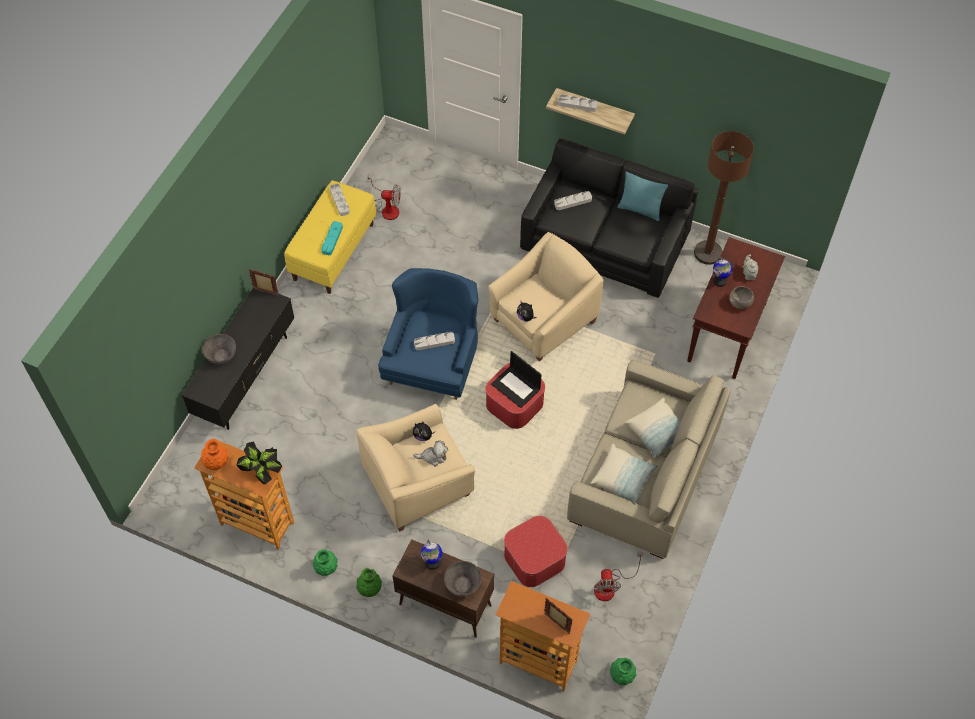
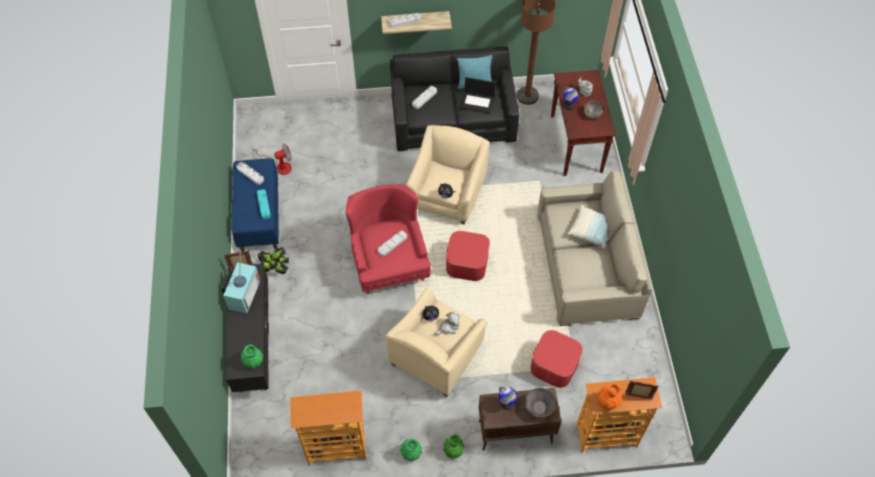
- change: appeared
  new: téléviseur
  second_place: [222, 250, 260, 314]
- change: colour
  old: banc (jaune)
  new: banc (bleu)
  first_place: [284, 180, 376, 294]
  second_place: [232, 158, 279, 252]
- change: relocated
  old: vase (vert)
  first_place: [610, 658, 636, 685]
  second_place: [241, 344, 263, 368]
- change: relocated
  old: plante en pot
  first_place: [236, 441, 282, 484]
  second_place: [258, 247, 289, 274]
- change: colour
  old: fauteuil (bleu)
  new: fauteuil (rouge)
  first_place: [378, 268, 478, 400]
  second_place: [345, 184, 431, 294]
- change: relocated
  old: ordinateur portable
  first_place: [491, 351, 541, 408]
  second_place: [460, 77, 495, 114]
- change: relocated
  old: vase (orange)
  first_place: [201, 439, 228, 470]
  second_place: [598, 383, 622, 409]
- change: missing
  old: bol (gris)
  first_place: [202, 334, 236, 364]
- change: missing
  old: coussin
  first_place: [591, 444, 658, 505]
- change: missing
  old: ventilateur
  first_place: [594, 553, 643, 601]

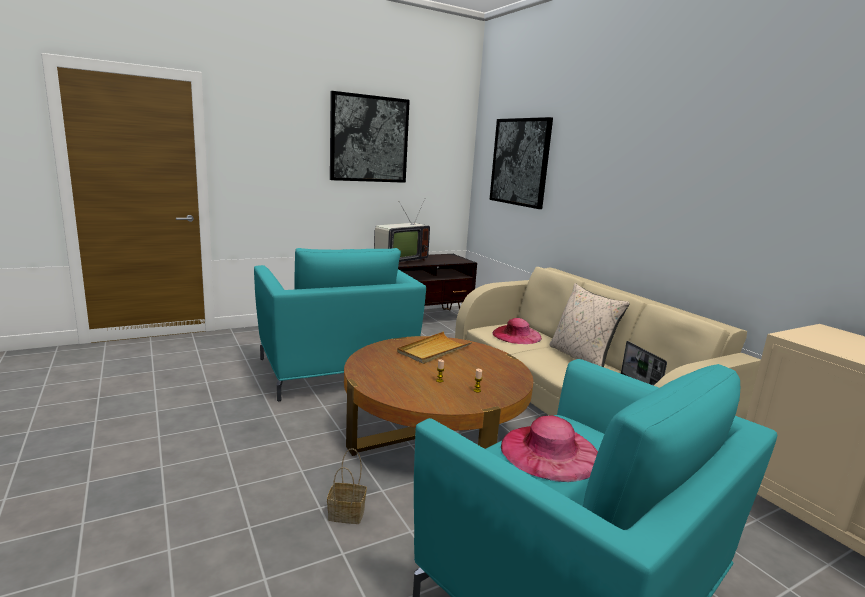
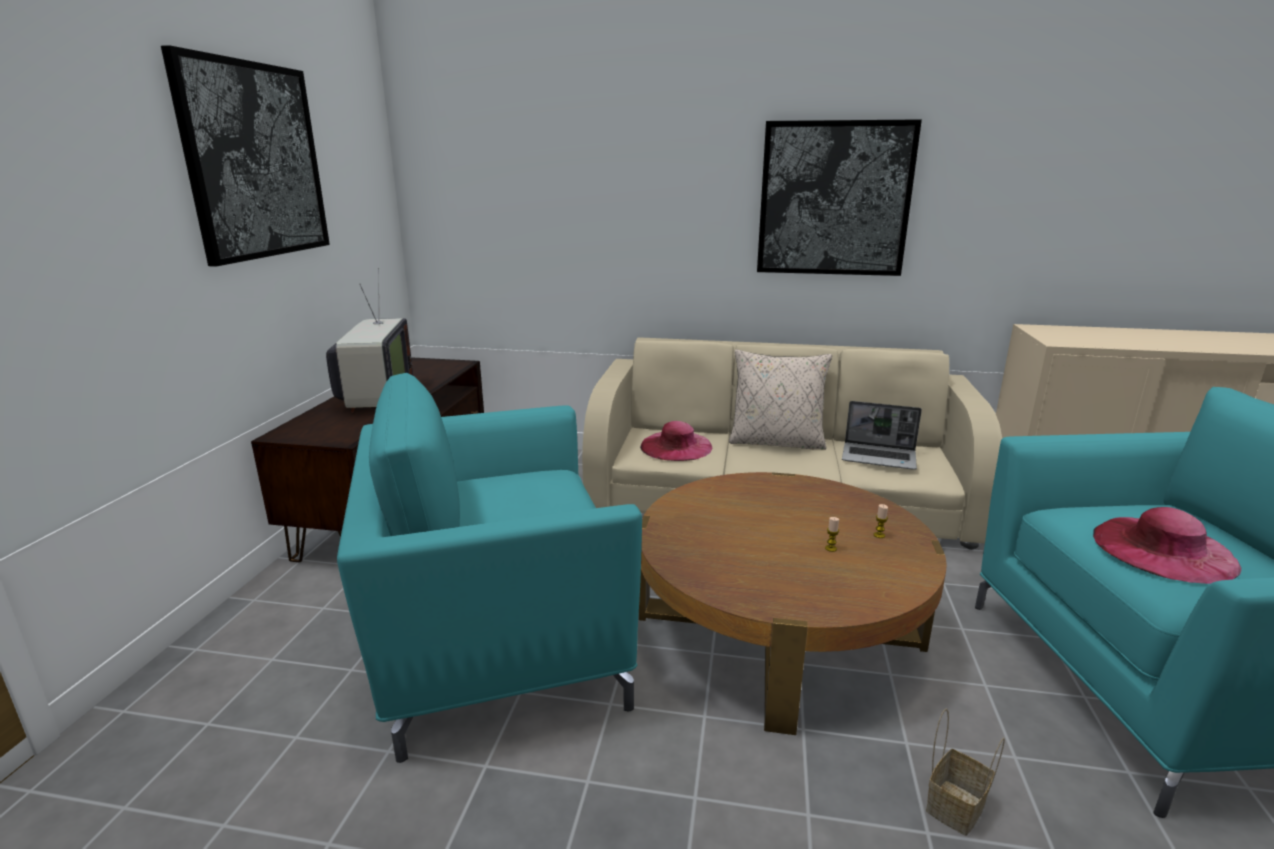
- change: spun
  old: fauteuil (turquoise)
  first_place: [254, 248, 426, 401]
  second_place: [337, 373, 642, 763]
  degrees: 150
- change: relocated
  old: tableau
  first_place: [489, 117, 553, 209]
  second_place: [757, 119, 922, 276]
- change: missing
  old: plateau (beige)
  first_place: [397, 332, 472, 364]

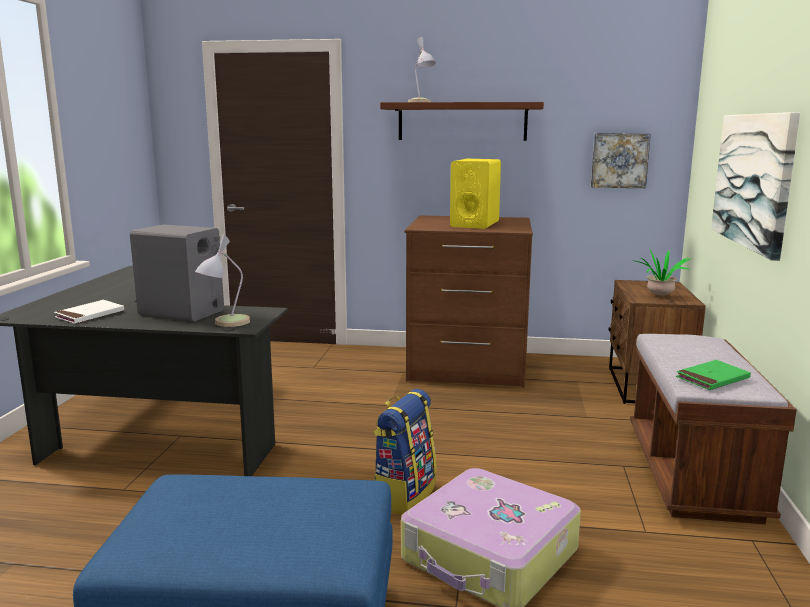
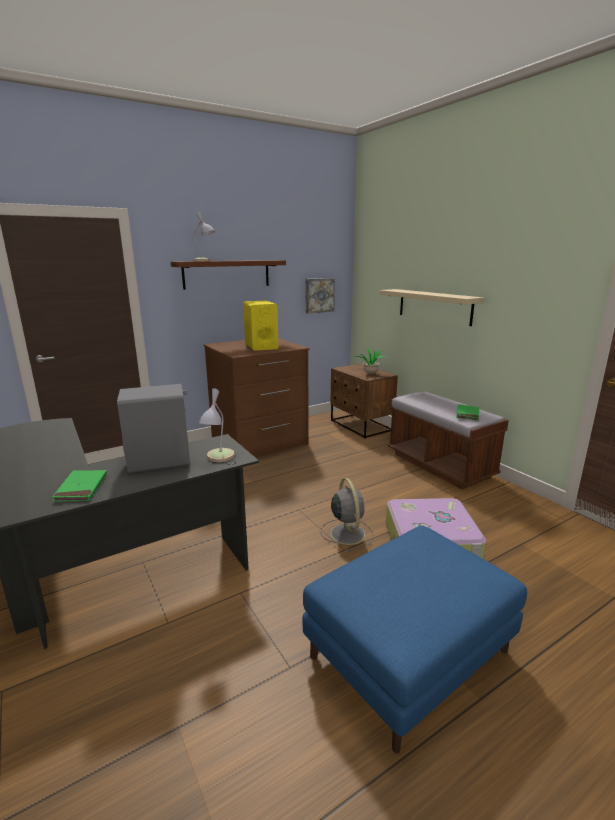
- change: colour
  old: livre (blanc)
  new: livre (vert)
  first_place: [54, 300, 124, 324]
  second_place: [52, 470, 107, 502]
- change: exchanged
  old: sac à dos
  new: ventilateur (gris)
  first_place: [373, 389, 437, 515]
  second_place: [321, 478, 373, 552]
- change: exchanged
  old: tableau
  new: étagère (beige)
  first_place: [711, 112, 800, 261]
  second_place: [379, 289, 484, 326]

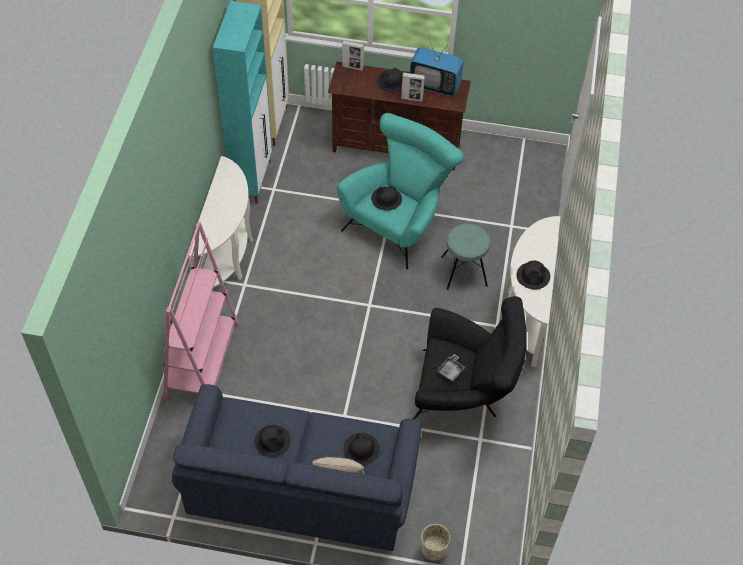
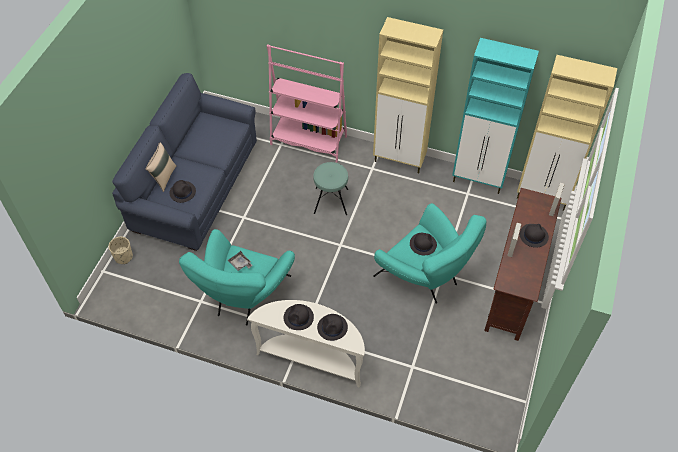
- change: colour
  old: fauteuil (noir)
  new: fauteuil (turquoise)
  first_place: [413, 296, 527, 420]
  second_place: [179, 229, 295, 326]
- change: relocated
  old: tabouret (turquoise)
  first_place: [441, 224, 490, 290]
  second_place: [313, 162, 348, 215]
- change: relocated
  old: chapeau (noir)
  first_place: [254, 425, 291, 457]
  second_place: [317, 314, 348, 341]
- change: exchanged
  old: table console (blanc)
  new: meuble de rangement (beige)
  first_place: [189, 156, 253, 288]
  second_place: [373, 17, 443, 173]
- change: missing
  old: téléviseur
  first_place: [410, 38, 464, 97]

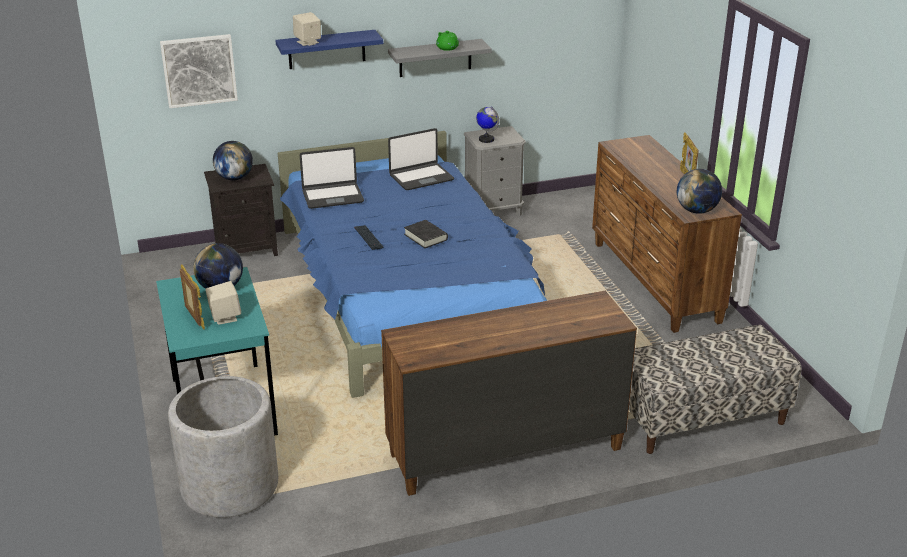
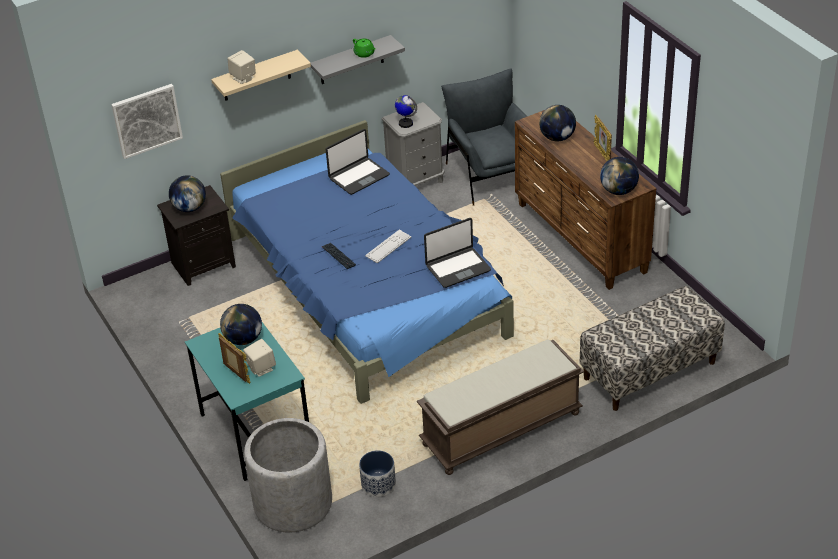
- change: colour
  old: étagère (bleu)
  new: étagère (beige)
  first_place: [275, 30, 383, 69]
  second_place: [211, 50, 311, 101]
- change: appeared
  new: cache-pot
  second_place: [359, 450, 396, 497]
- change: exchanged
  old: livre (noir)
  new: clavier
  first_place: [404, 220, 448, 248]
  second_place: [365, 230, 412, 263]
- change: exchanged
  old: commode (marron)
  new: banc (marron)
  first_place: [381, 291, 637, 496]
  second_place: [417, 339, 584, 475]
- change: relocated
  old: ordinateur portable
  first_place: [300, 147, 364, 209]
  second_place: [424, 218, 491, 288]
- change: appeared
  new: fauteuil (gris)
  second_place: [441, 69, 527, 206]
- change: appeared
  new: globe
  second_place: [539, 105, 576, 141]

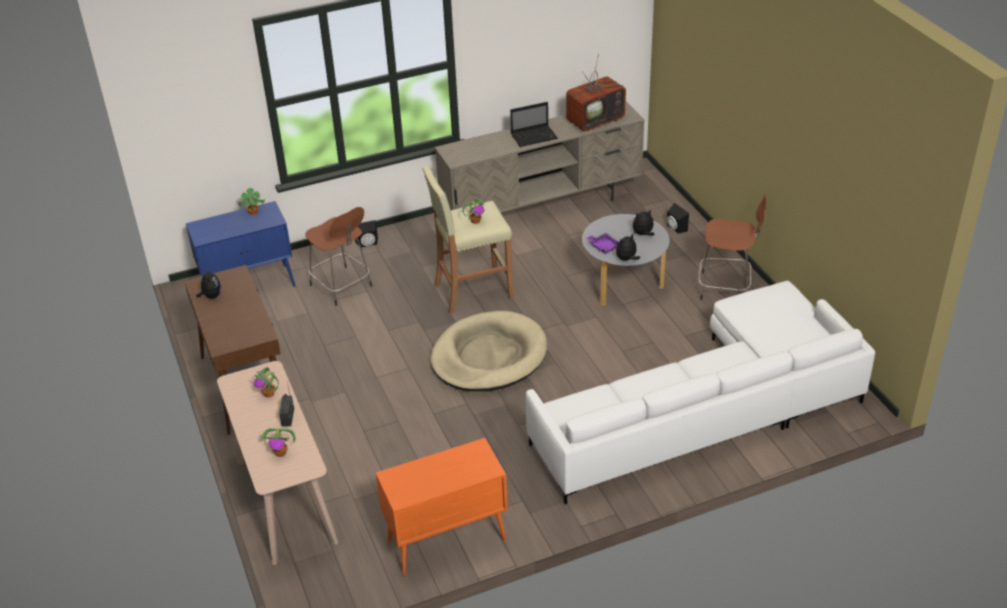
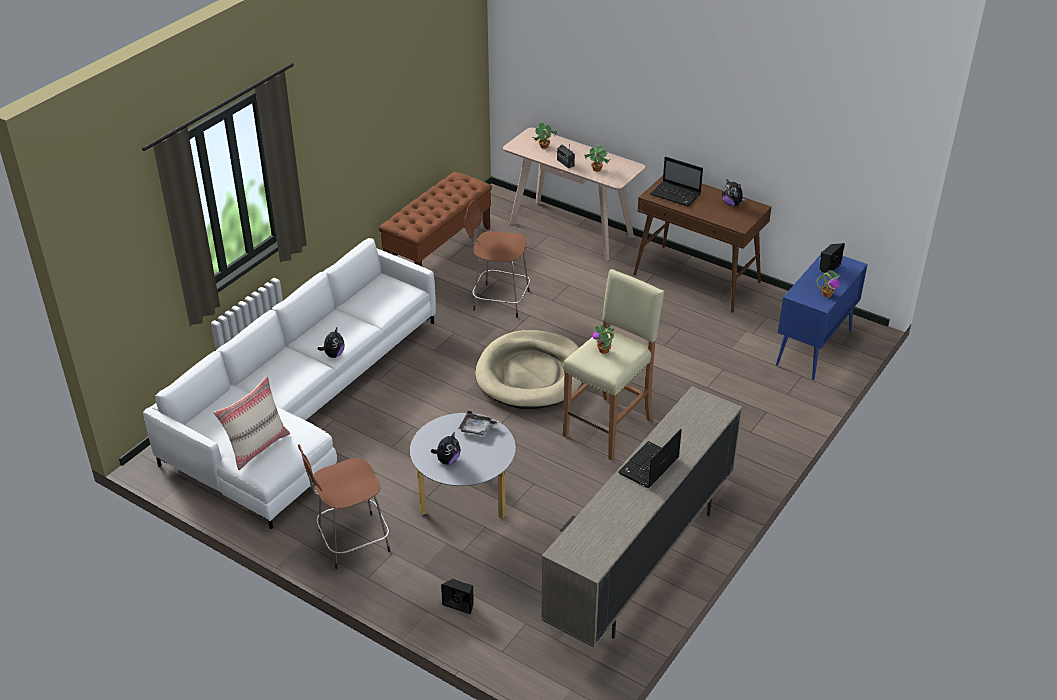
- change: appeared
  new: coussin (beige)
  second_place: [213, 376, 290, 470]
- change: relocated
  old: peluche
  first_place: [616, 233, 640, 261]
  second_place: [318, 328, 344, 358]
- change: exchanged
  old: meuble de rangement (orange)
  new: banc (marron)
  first_place: [376, 438, 508, 577]
  second_place: [379, 172, 492, 266]
- change: colour
  old: plateau (violet)
  new: plateau (gris)
  first_place: [587, 233, 619, 254]
  second_place: [458, 411, 500, 436]
- change: relocated
  old: tabouret (marron)
  first_place: [305, 207, 372, 306]
  second_place: [464, 200, 530, 318]
- change: appeared
  new: ordinateur portable
  second_place: [650, 157, 703, 207]
- change: relocated
  old: enceinte (noir)
  first_place: [355, 220, 378, 248]
  second_place: [820, 243, 845, 274]
- change: missing
  old: téléviseur
  first_place: [566, 53, 626, 132]

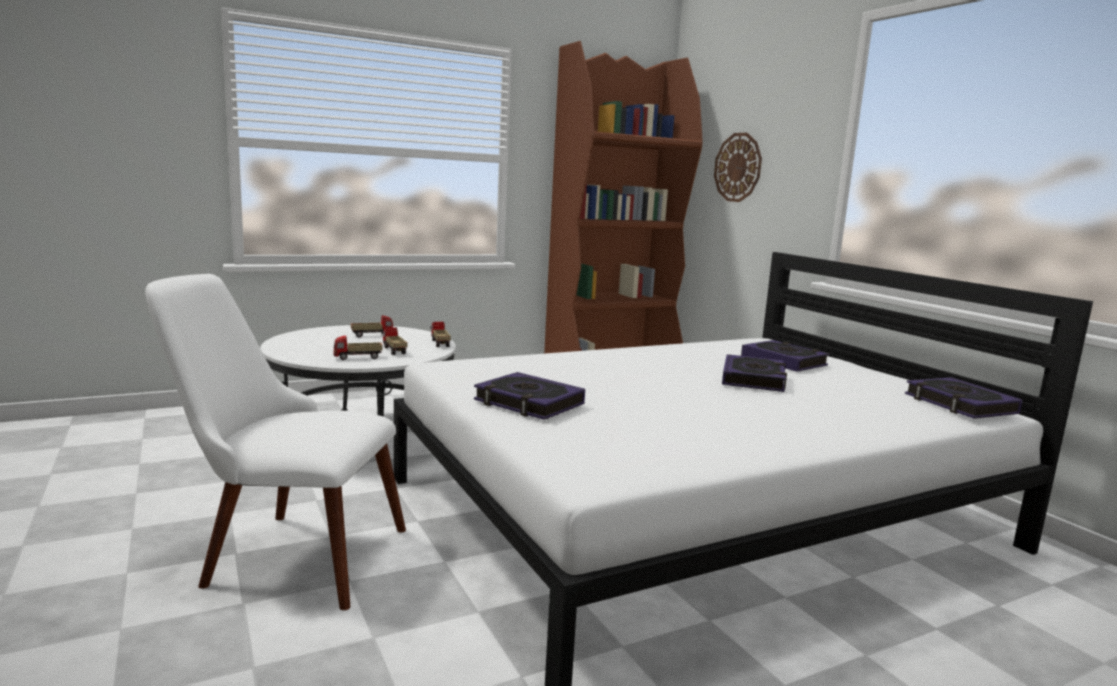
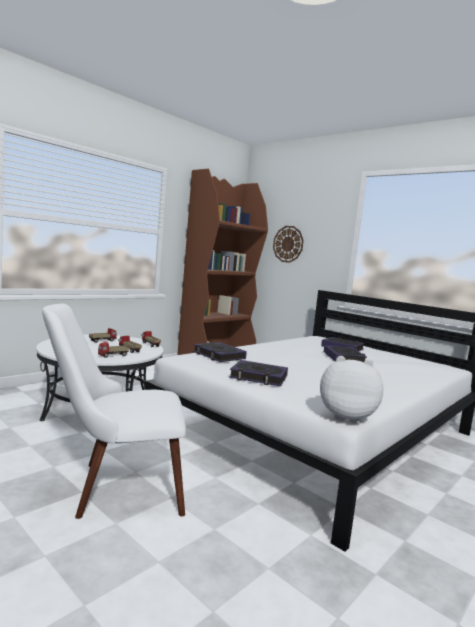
- change: relocated
  old: livre
  first_place: [905, 377, 1022, 419]
  second_place: [193, 342, 247, 362]
- change: appeared
  new: peluche
  second_place: [320, 356, 383, 424]

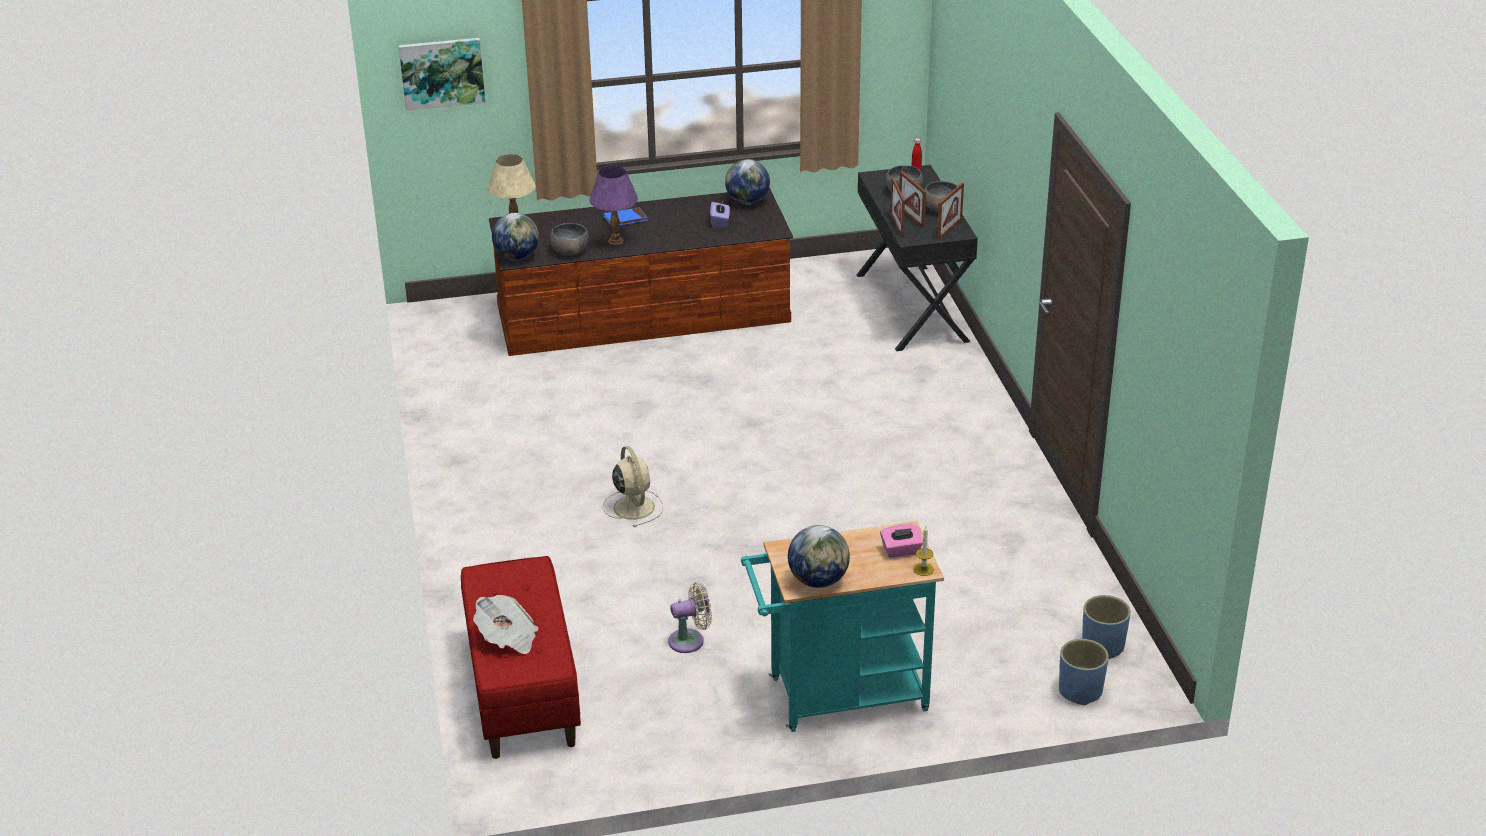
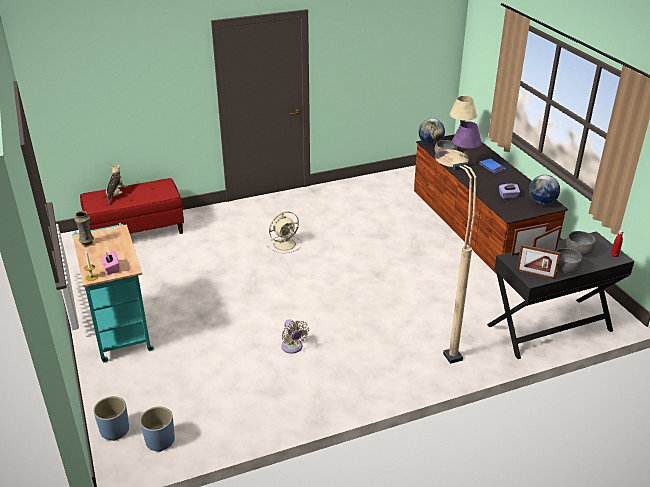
- change: exchanged
  old: globe
  new: vase
  first_place: [788, 525, 850, 588]
  second_place: [74, 211, 94, 246]
- change: exchanged
  old: journal
  new: peluche
  first_place: [473, 595, 538, 654]
  second_place: [106, 164, 127, 205]
- change: relocated
  old: ventilateur (beige)
  first_place: [668, 582, 712, 653]
  second_place: [281, 320, 309, 354]
- change: appeared
  new: lampadaire (beige)
  second_place: [435, 149, 477, 364]
- change: missing
  old: tableau
  first_place: [399, 38, 485, 111]

